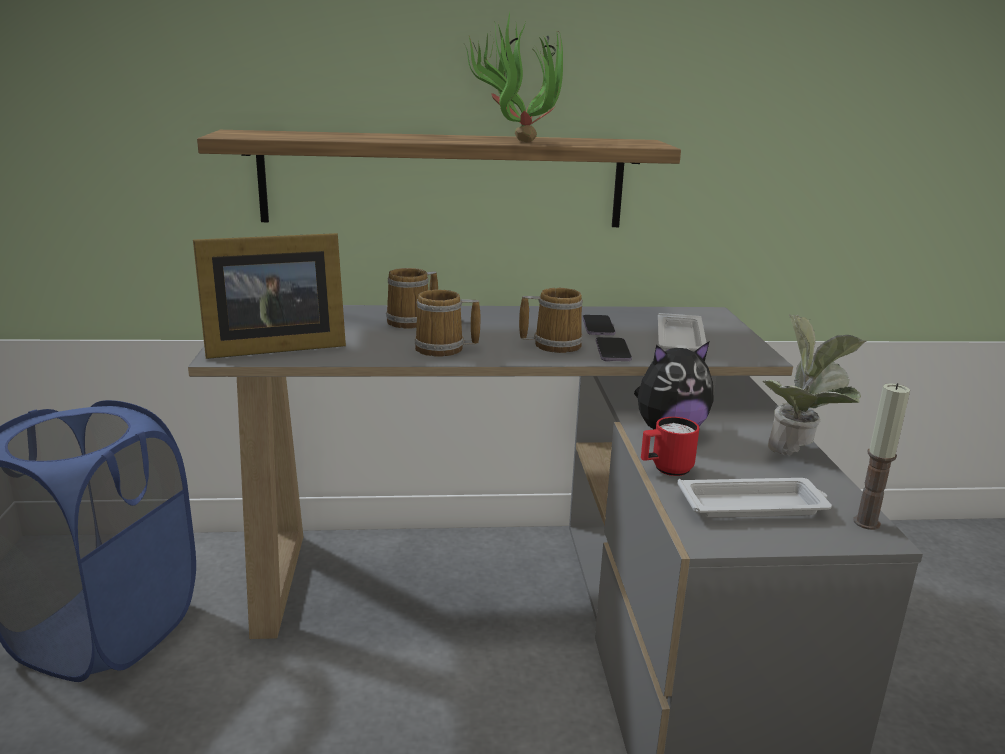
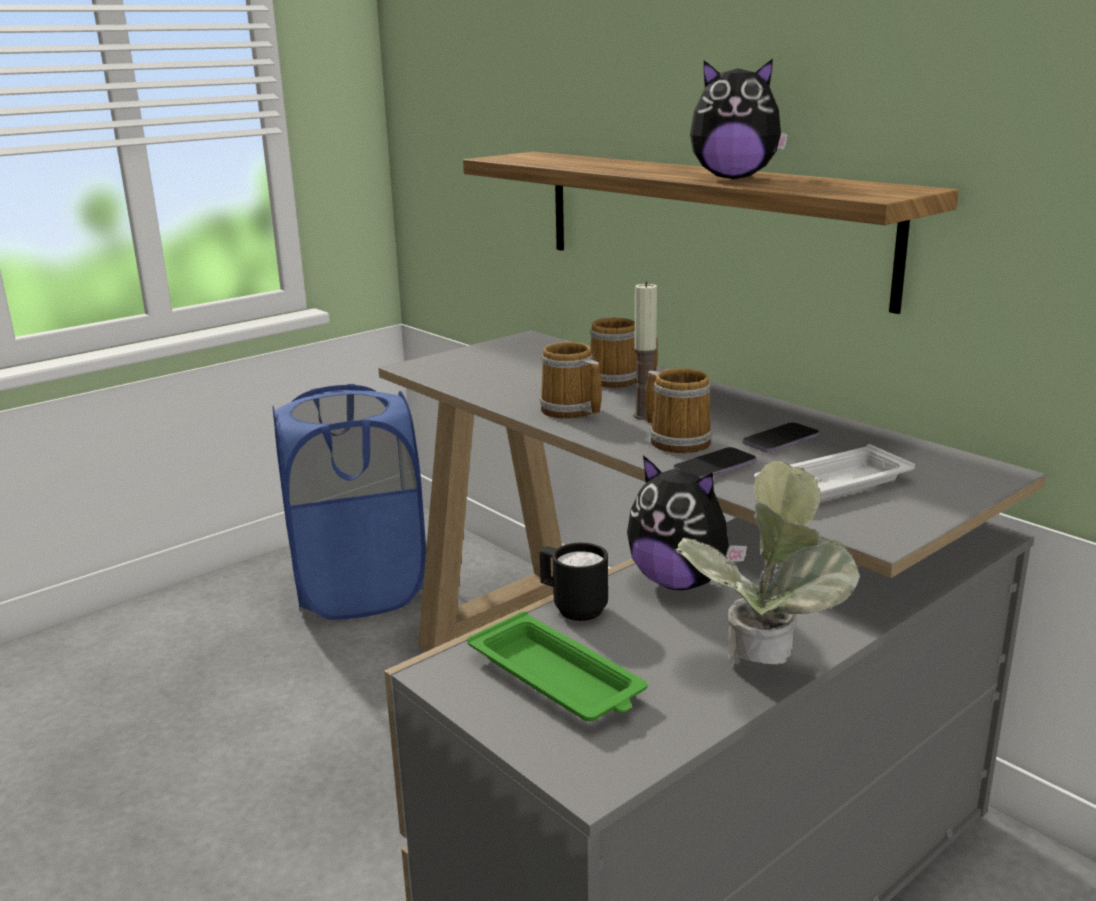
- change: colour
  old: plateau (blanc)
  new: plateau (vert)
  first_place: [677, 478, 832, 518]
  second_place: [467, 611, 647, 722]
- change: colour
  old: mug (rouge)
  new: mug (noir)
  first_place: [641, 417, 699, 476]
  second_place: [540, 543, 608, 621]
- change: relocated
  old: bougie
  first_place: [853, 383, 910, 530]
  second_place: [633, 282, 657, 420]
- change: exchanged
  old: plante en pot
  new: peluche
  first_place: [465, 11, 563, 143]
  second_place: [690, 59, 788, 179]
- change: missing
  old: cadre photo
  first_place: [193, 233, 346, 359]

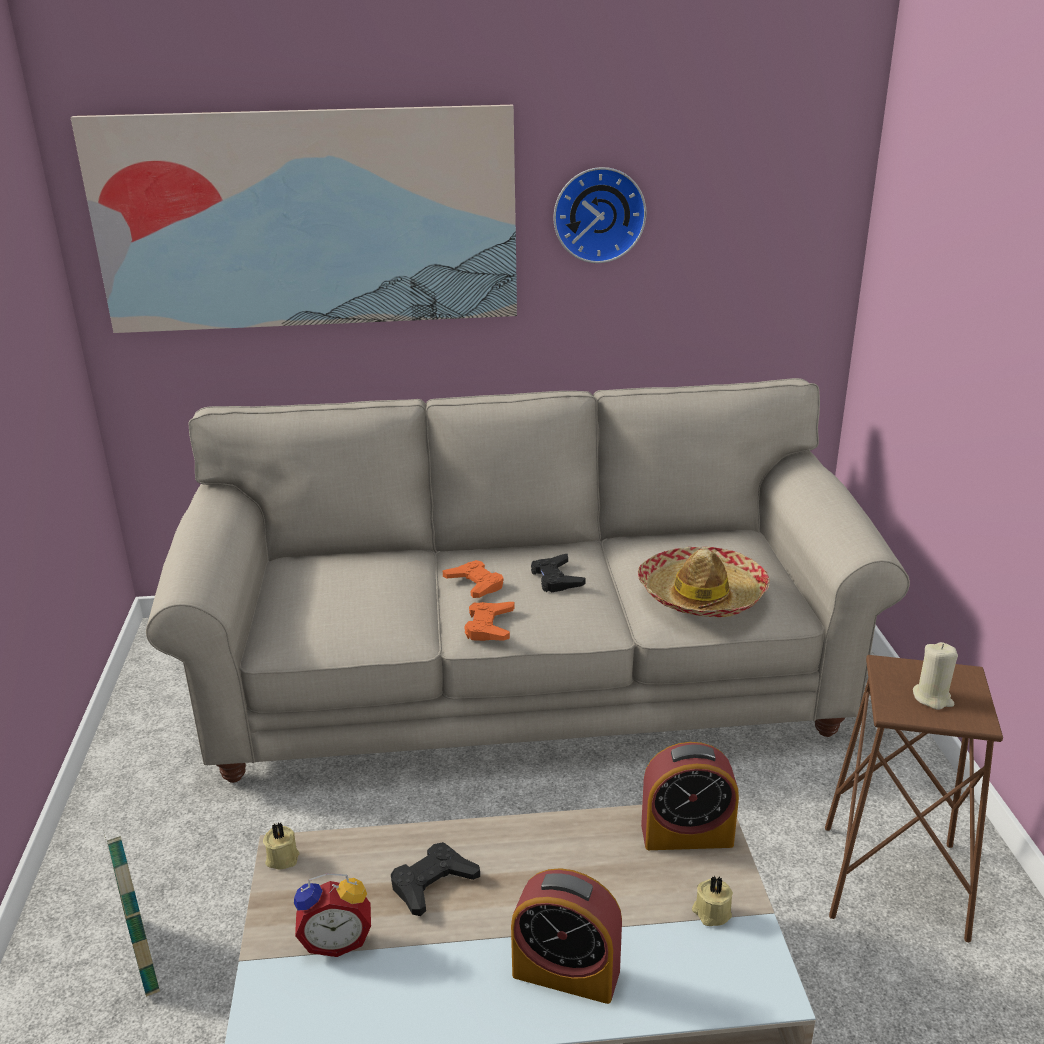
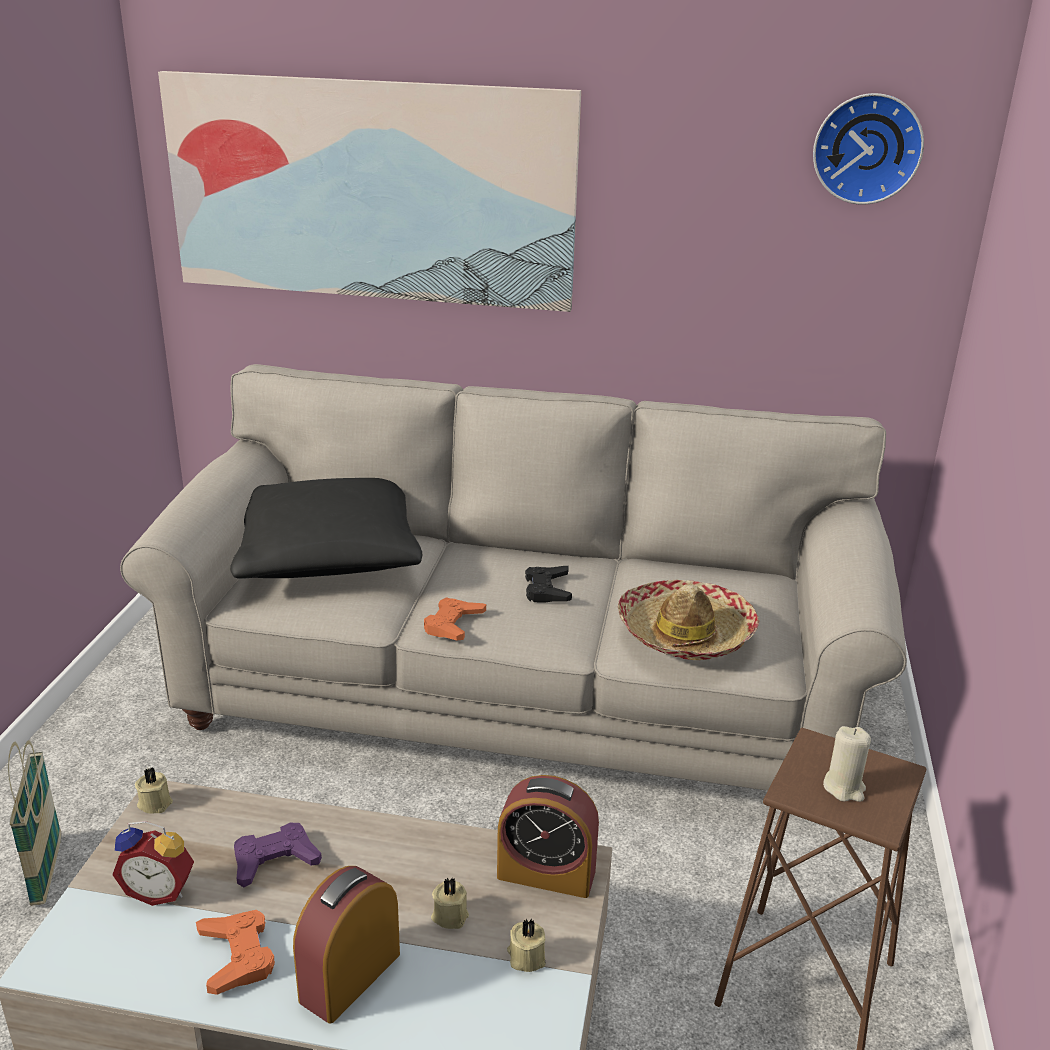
- change: relocated
  old: manette (orange)
  first_place: [443, 560, 503, 598]
  second_place: [196, 910, 275, 995]
- change: appeared
  new: coussin (noir)
  second_place: [230, 478, 422, 579]
- change: colour
  old: manette (noir)
  new: manette (violet)
  first_place: [391, 842, 480, 916]
  second_place: [234, 823, 322, 887]
- change: spun
  old: réveil
  first_place: [511, 868, 622, 1004]
  second_place: [293, 866, 400, 1023]
  degrees: 90
- change: appeared
  new: bougie (beige)
  second_place: [431, 877, 469, 929]
- change: relocated
  old: horloge murale
  first_place: [553, 167, 646, 263]
  second_place: [813, 93, 924, 205]

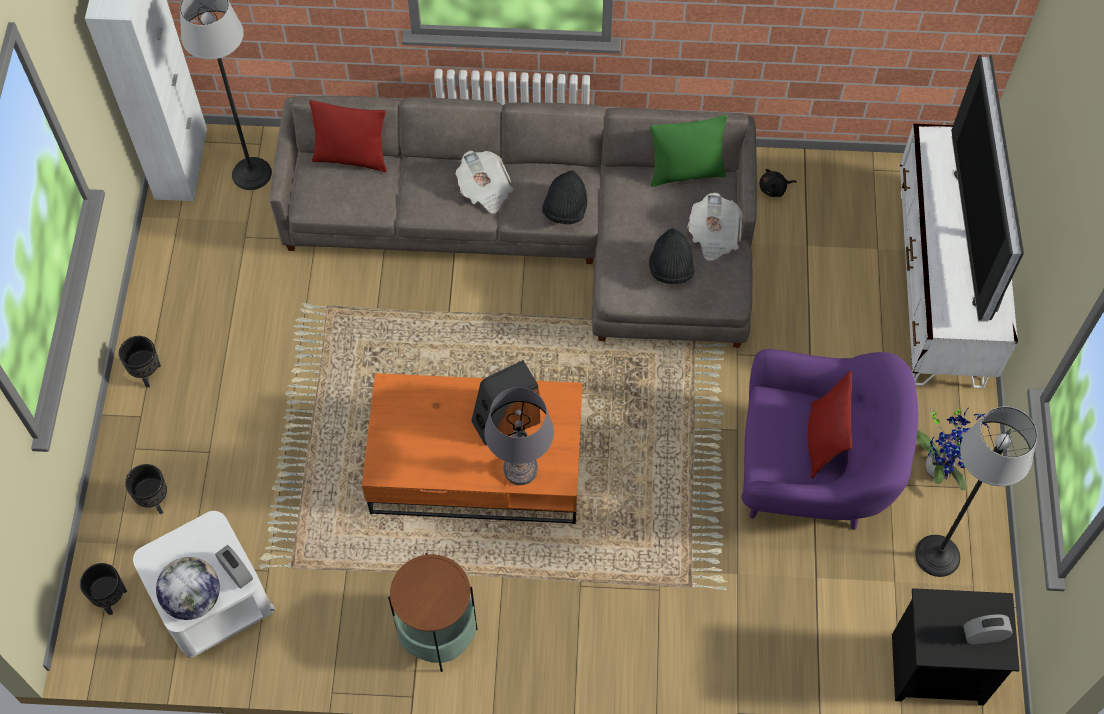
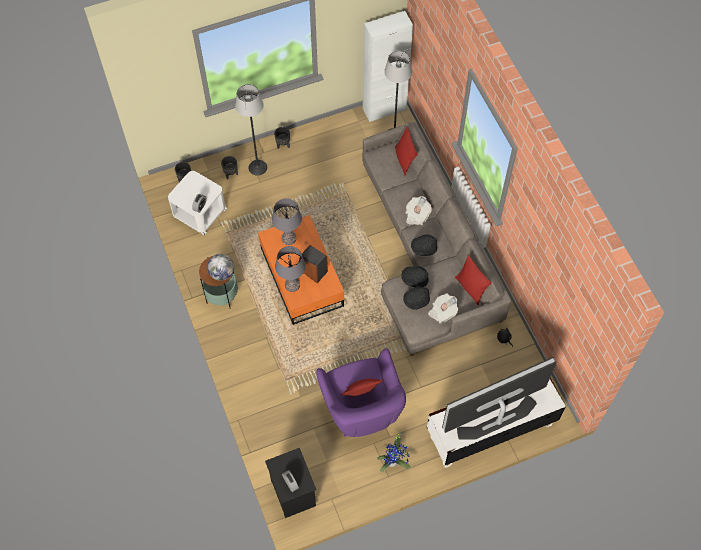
- change: relocated
  old: globe
  first_place: [156, 557, 220, 620]
  second_place: [207, 254, 234, 281]
- change: relocated
  old: lampadaire
  first_place: [915, 406, 1037, 577]
  second_place: [235, 84, 267, 176]
- change: appeared
  new: lampe de table (gris)
  second_place: [272, 198, 302, 245]
- change: appeared
  new: chapeau (noir)
  second_place: [401, 266, 429, 287]
- change: colour
  old: coussin (vert)
  new: coussin (rouge)
  first_place: [650, 115, 727, 187]
  second_place: [455, 255, 492, 305]

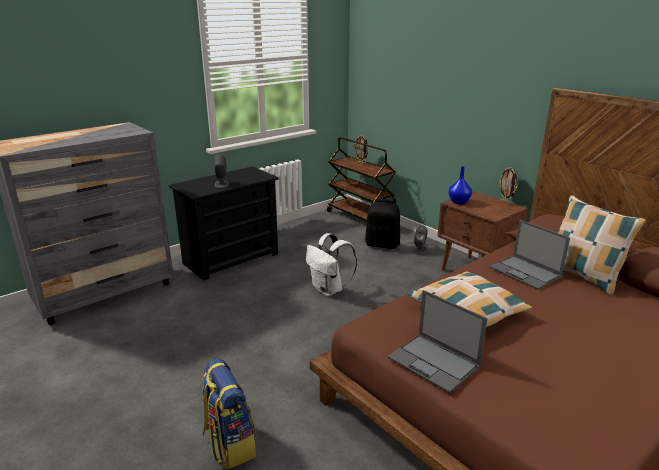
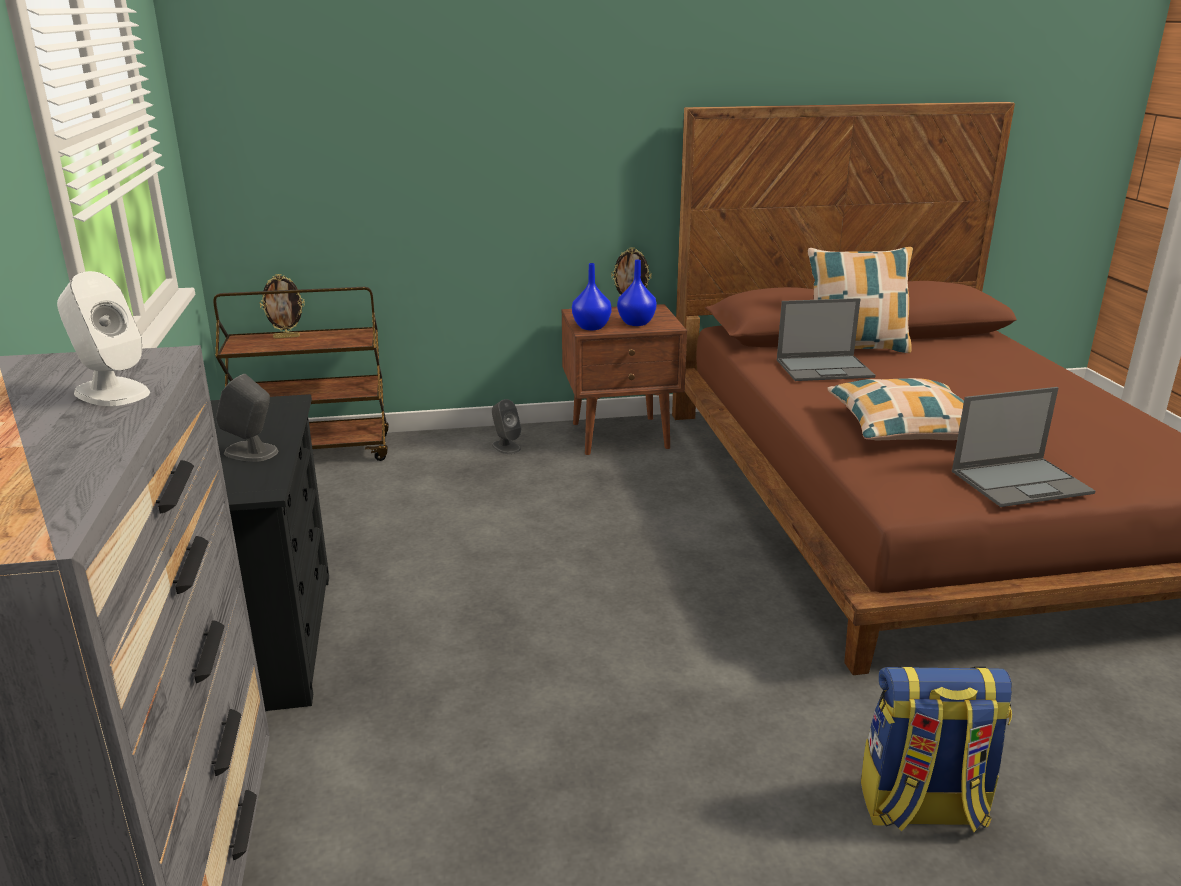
- change: appeared
  new: enceinte (blanc)
  second_place: [57, 271, 150, 406]
- change: appeared
  new: vase (bleu)
  second_place: [617, 260, 657, 326]
- change: missing
  old: sac à dos (blanc)
  first_place: [306, 233, 357, 296]
- change: missing
  old: sac à dos (noir)
  first_place: [365, 197, 400, 249]

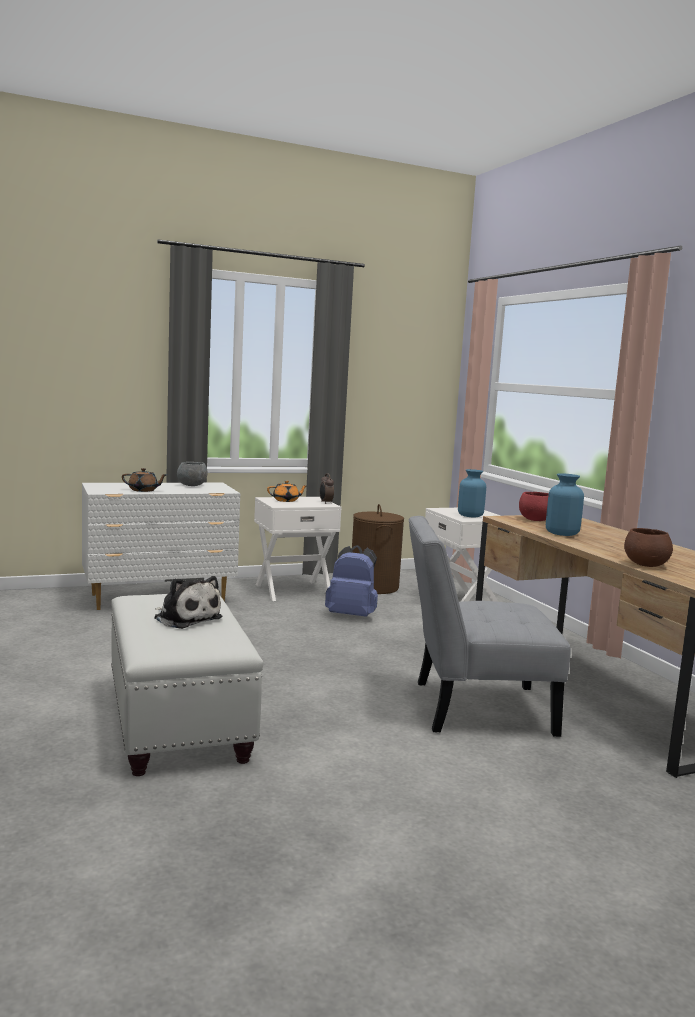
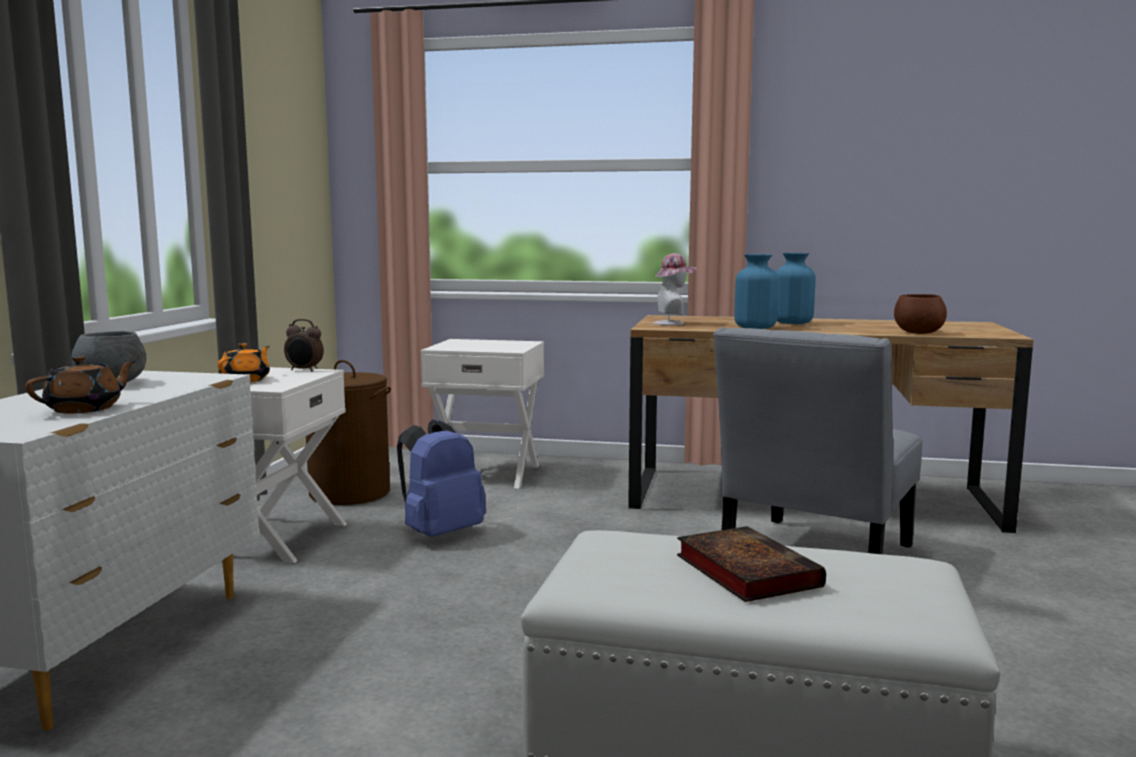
- change: exchanged
  old: bol (rouge)
  new: chapeau
  first_place: [519, 492, 549, 521]
  second_place: [653, 253, 696, 326]
- change: exchanged
  old: peluche
  new: livre
  first_place: [154, 576, 222, 629]
  second_place: [677, 526, 826, 602]
- change: relocated
  old: vase (bleu)
  first_place: [458, 469, 486, 517]
  second_place: [776, 253, 815, 324]

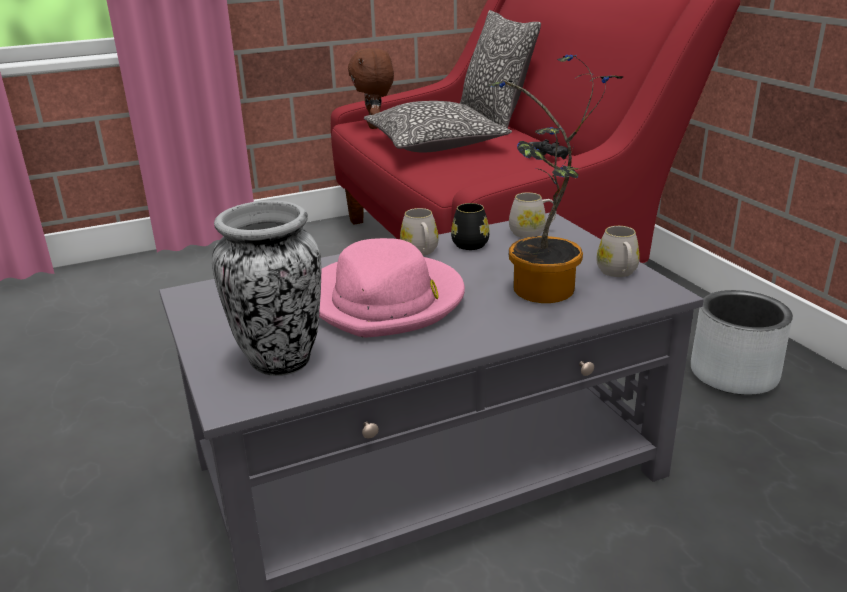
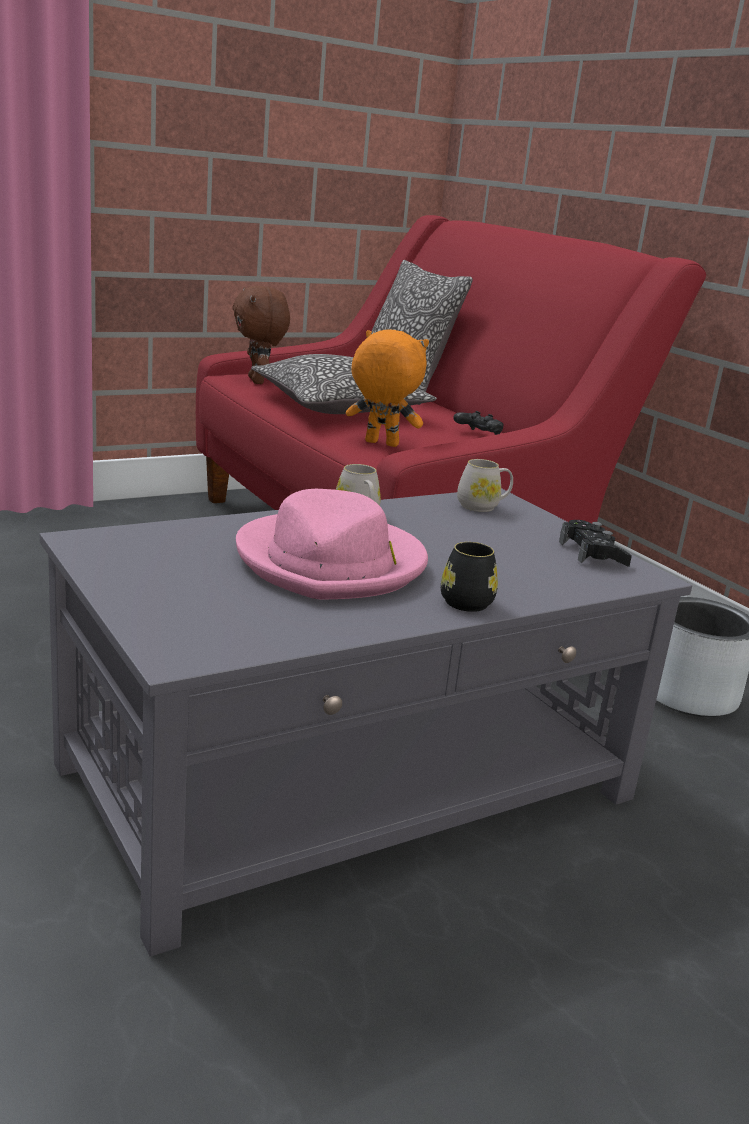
- change: appeared
  new: peluche (orange)
  second_place: [346, 329, 429, 447]
- change: relocated
  old: mug (noir)
  first_place: [451, 203, 489, 250]
  second_place: [441, 542, 498, 612]
- change: exchanged
  old: mug (blanc)
  new: manette (noir)
  first_place: [597, 226, 640, 277]
  second_place: [559, 520, 632, 567]
- change: missing
  old: vase
  first_place: [212, 200, 321, 376]
- change: missing
  old: plante en pot
  first_place: [487, 55, 624, 303]

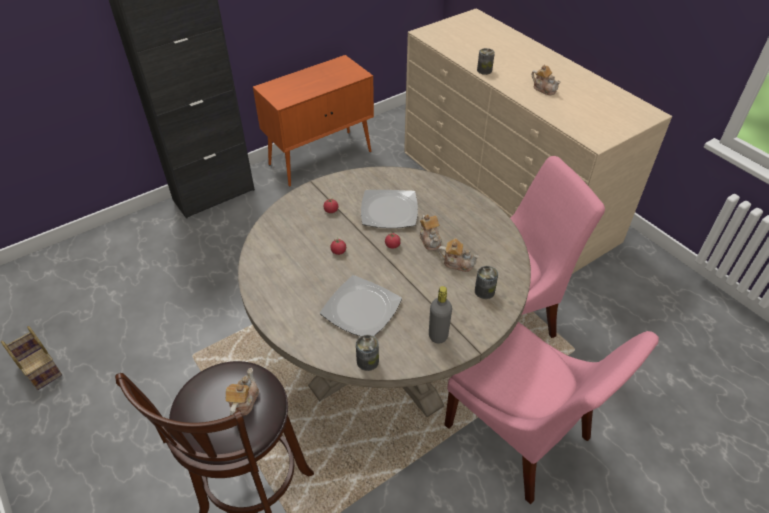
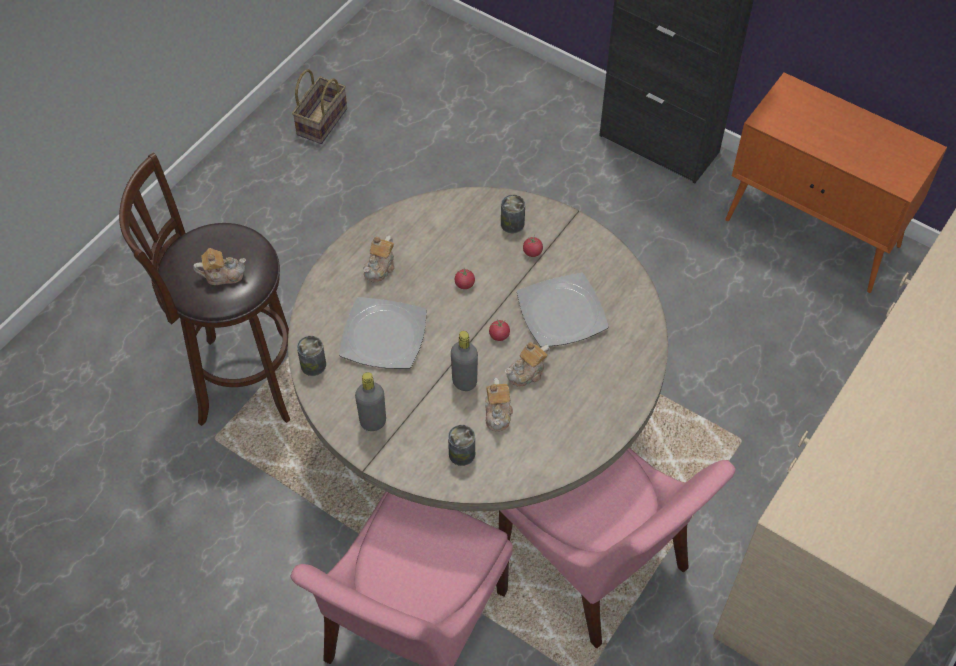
- change: relocated
  old: théière
  first_place: [531, 65, 561, 95]
  second_place: [363, 235, 395, 282]
- change: appeared
  new: bouteille (gris)
  second_place: [451, 331, 478, 391]
- change: relocated
  old: boîte métallique
  first_place: [477, 48, 495, 75]
  second_place: [501, 195, 525, 233]

